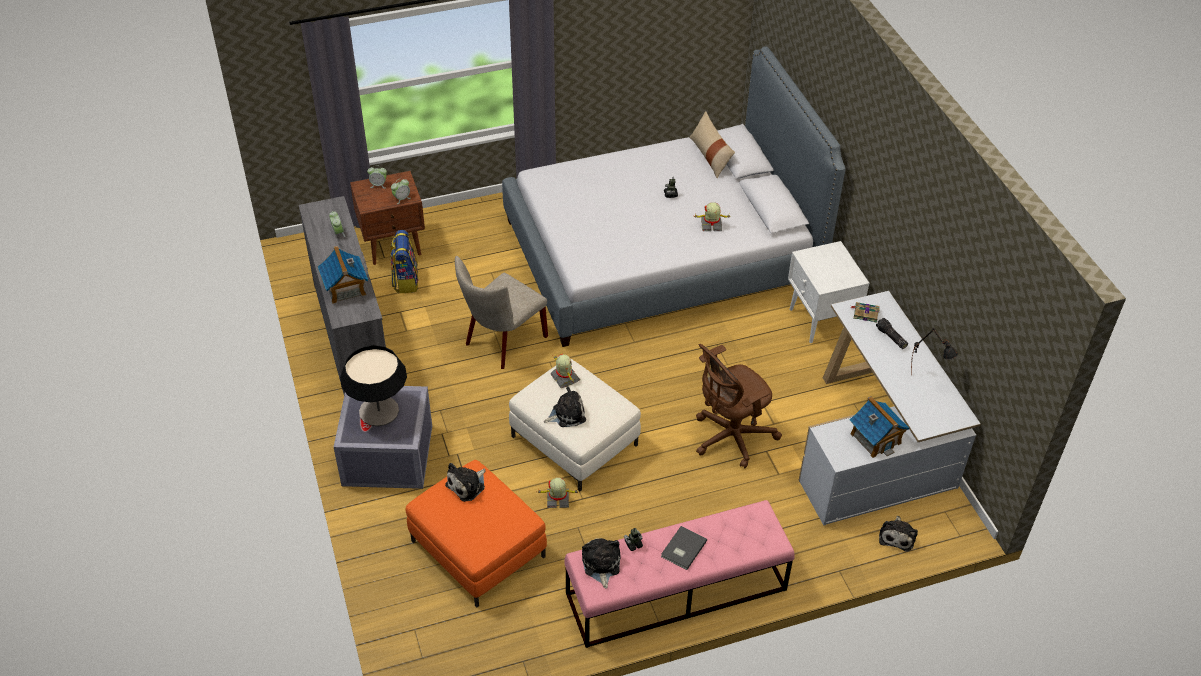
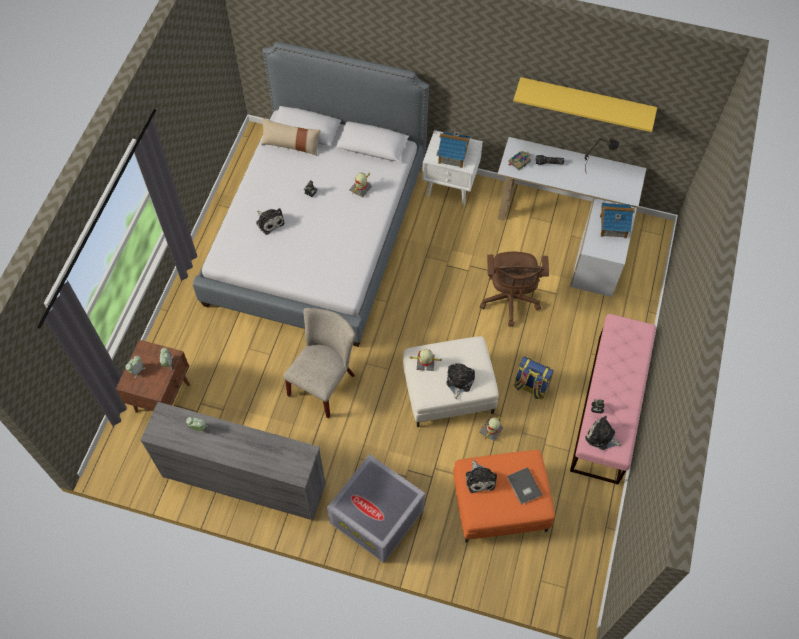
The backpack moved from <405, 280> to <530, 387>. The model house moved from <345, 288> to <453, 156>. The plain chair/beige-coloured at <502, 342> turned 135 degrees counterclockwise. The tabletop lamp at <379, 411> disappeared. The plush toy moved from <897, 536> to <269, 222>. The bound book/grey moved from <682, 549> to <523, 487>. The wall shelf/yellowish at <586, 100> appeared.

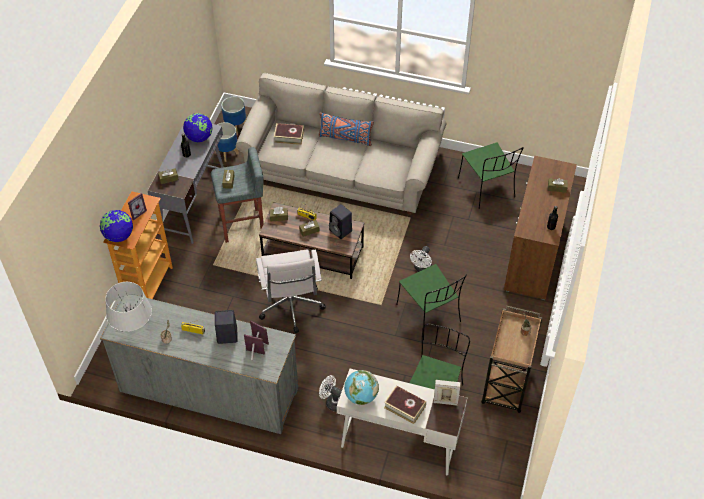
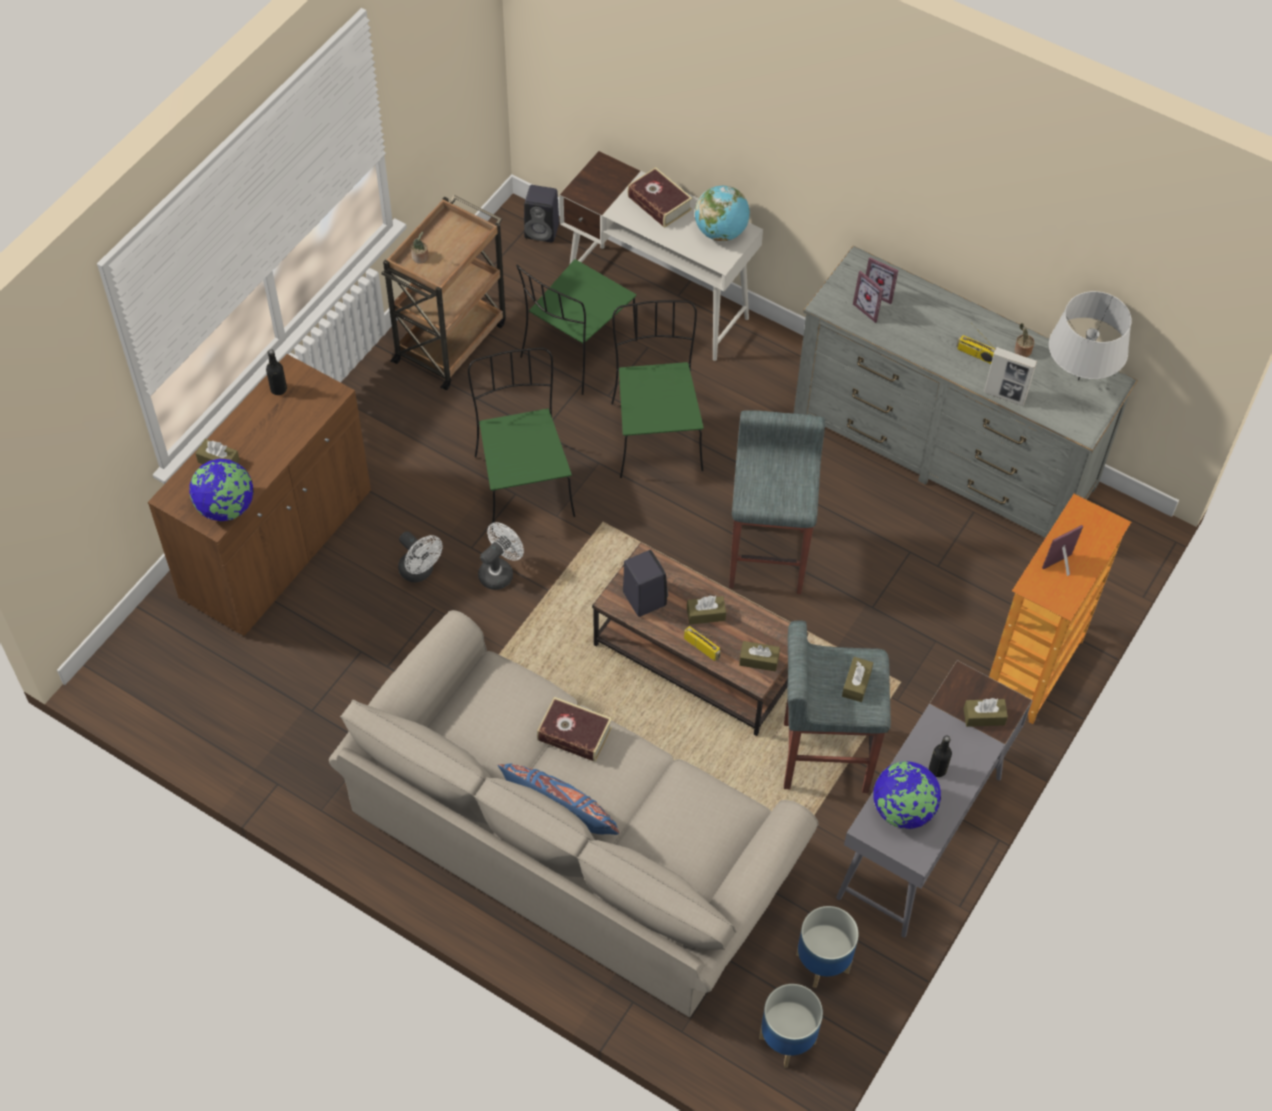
The bound book moved from <289, 136> to <574, 734>. The plain chair/green-coloured moved from <487, 188> to <655, 434>. The world globe moved from <119, 236> to <226, 508>. The computer chair/white-coloured at <291, 308> was replaced by the stool seat/grey at <768, 556>. The audio speaker/blackish moved from <226, 336> to <543, 231>. The electric fan/white-coloured moved from <332, 402> to <420, 572>. The photo frame moved from <445, 402> to <1004, 396>.

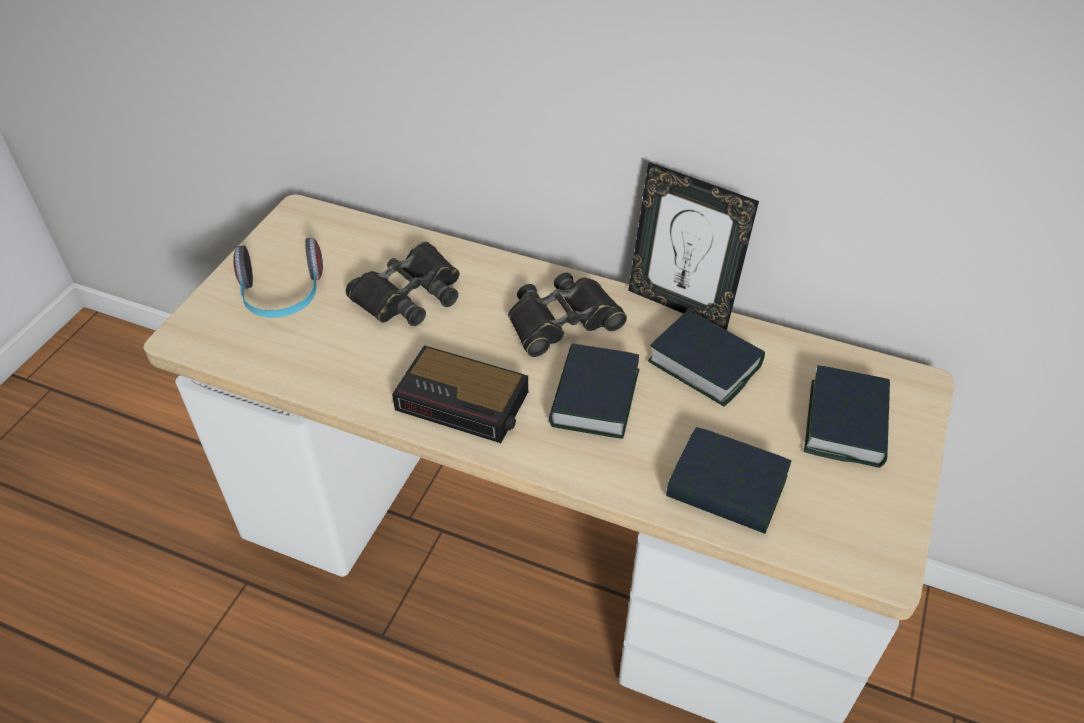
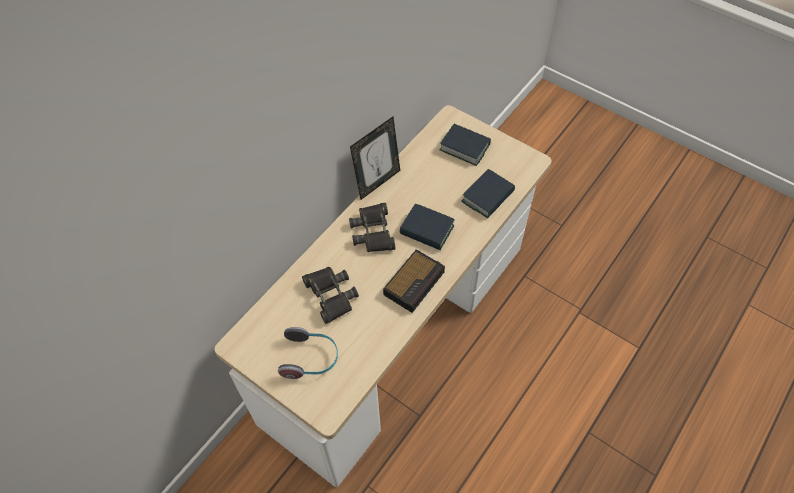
The bound book at <704, 364> disappeared.

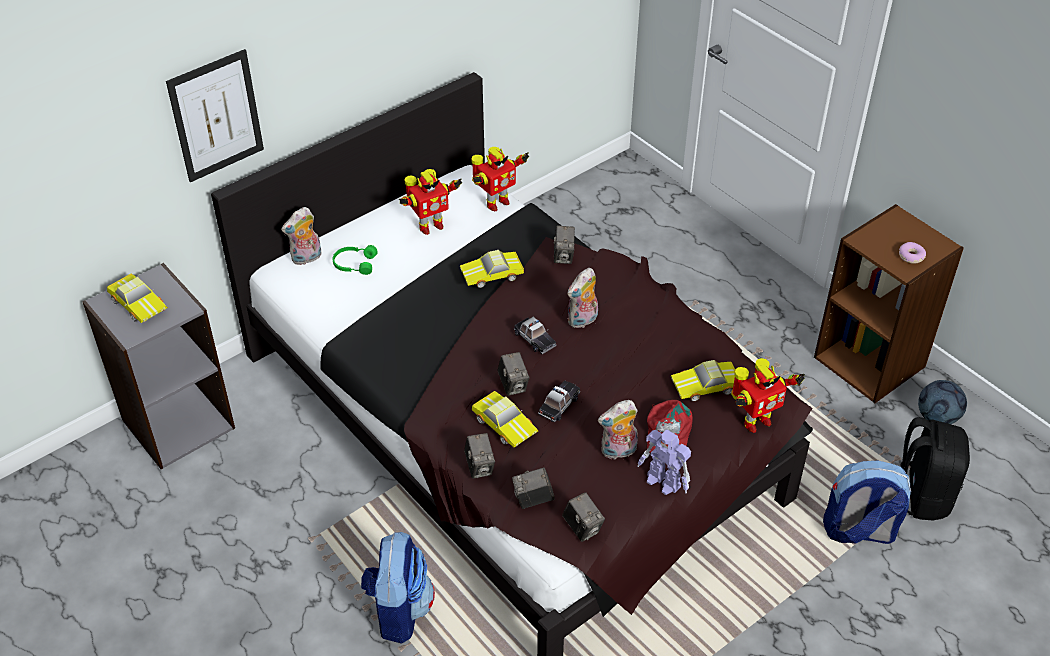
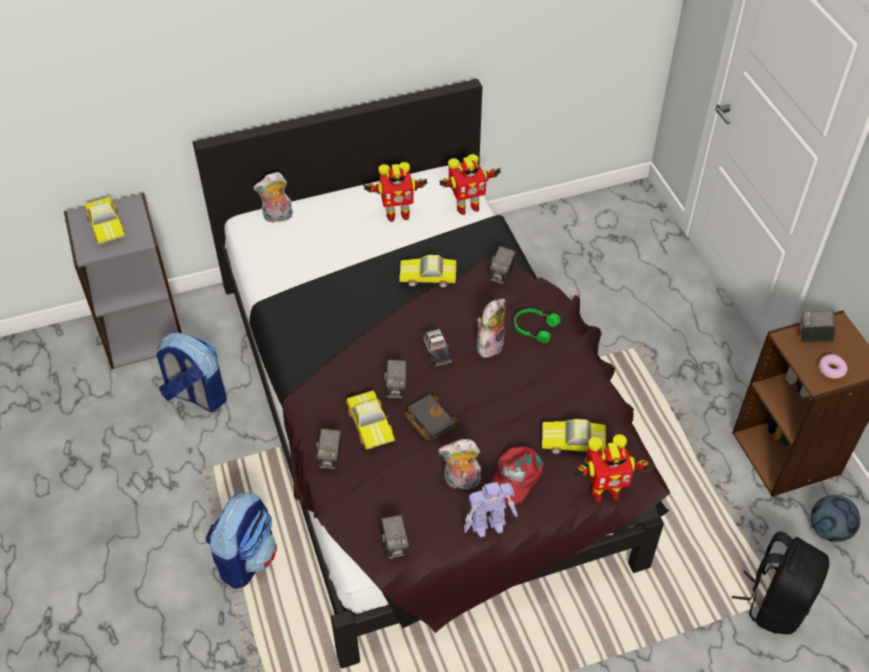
The wall picture at <216, 116> disappeared. The pair of headphones/green-coloured moved from <354, 264> to <534, 327>. The plush toy at <583, 321> turned 150 degrees clockwise. The toy car at <559, 404> was replaced by the bound book/blackish at <428, 420>. The toy robot at <664, 482> turned 75 degrees counterclockwise. The backpack moved from <858, 531> to <196, 395>. The photo camera moved from <533, 499> to <813, 337>.

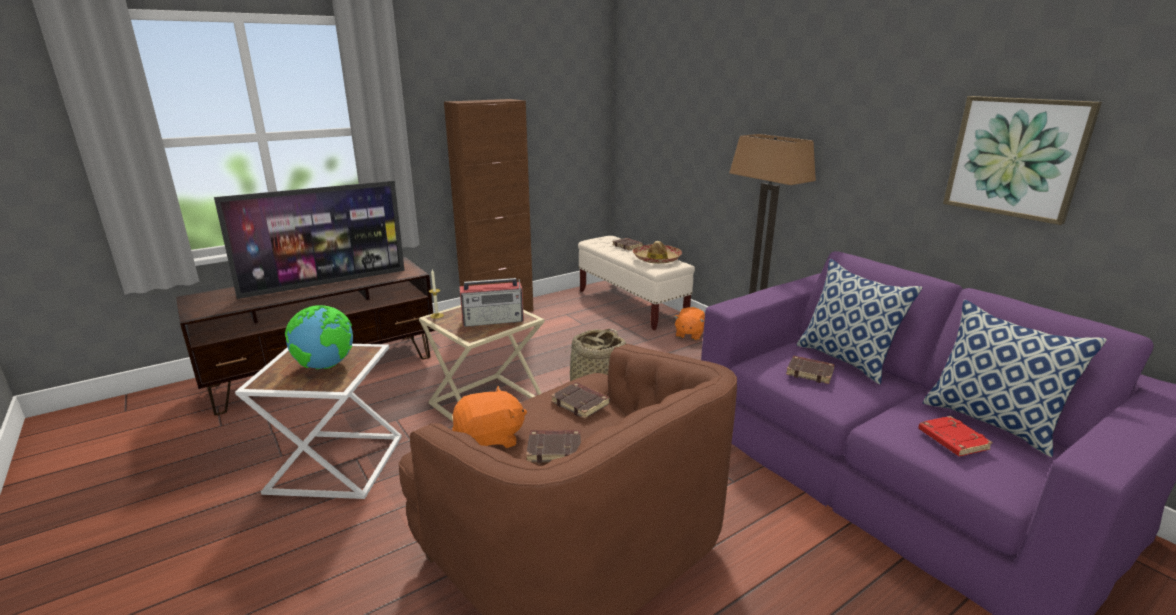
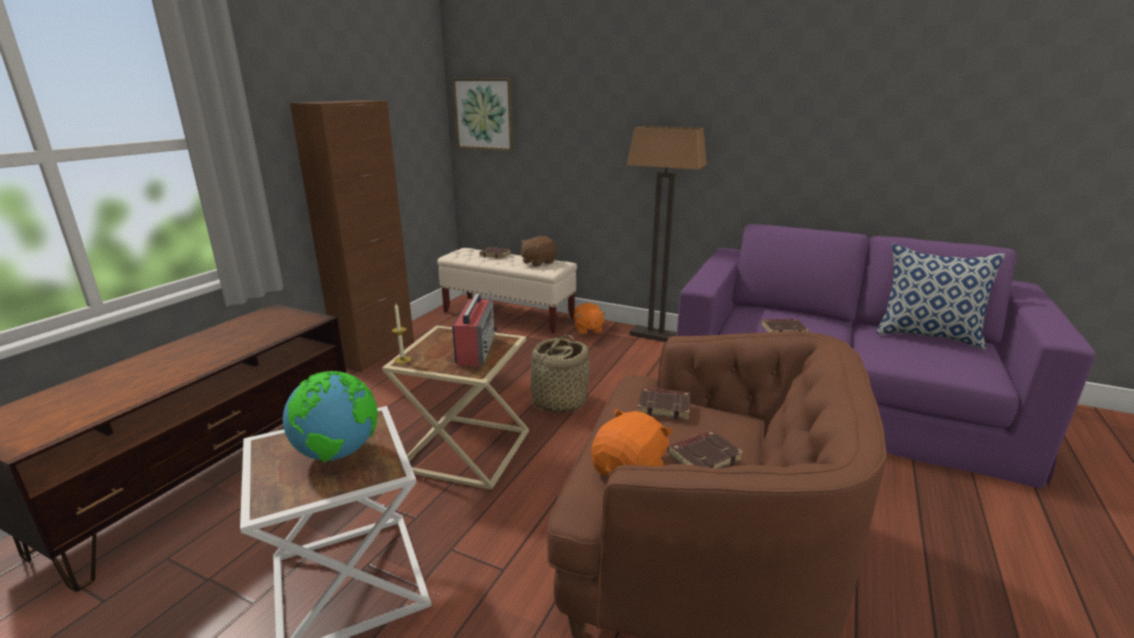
The wall picture moved from <1016, 157> to <484, 114>. The television at <326, 283> disappeared. The hat at <656, 259> was replaced by the plush toy/brown-coloured at <538, 262>. The cushion at <846, 360> disappeared. The radio set at <494, 320> turned 45 degrees counterclockwise. The bound book/red at <951, 440> disappeared.

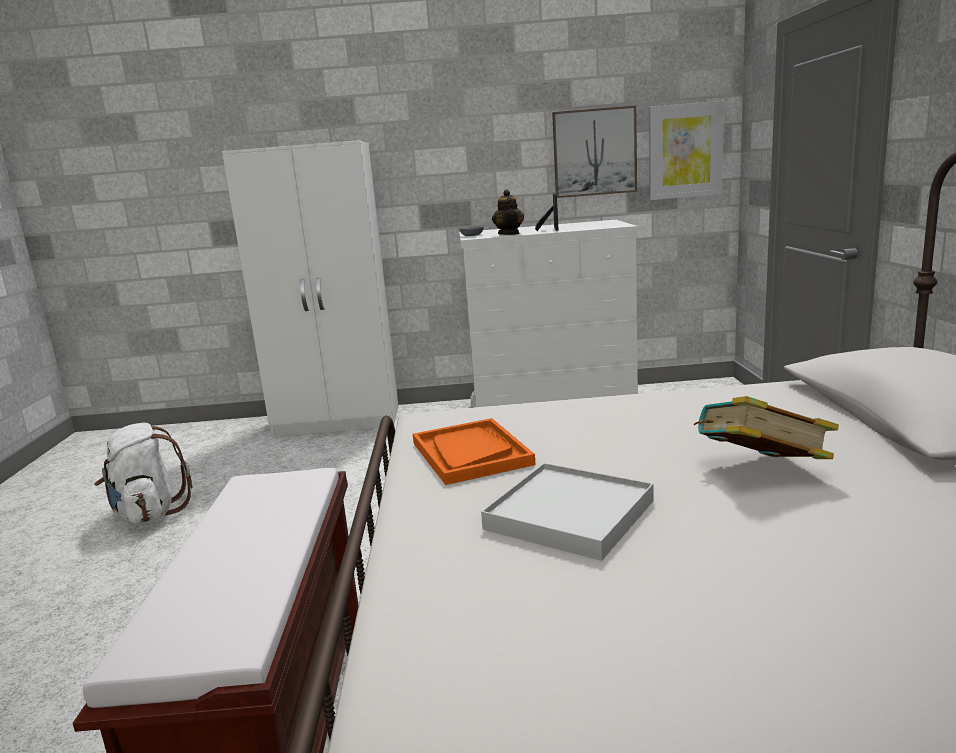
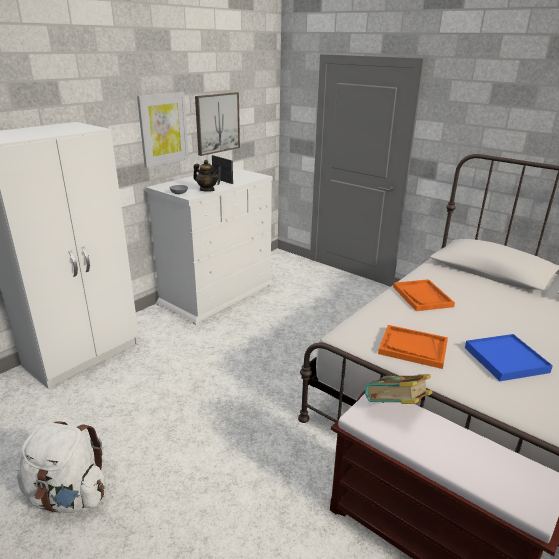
The wall picture moved from <685, 151> to <163, 129>. The bound book moved from <760, 471> to <396, 408>. The tray/white-coloured at <570, 515> became the tray/blue at <505, 359>. The tray/orangey at <422, 296> appeared.

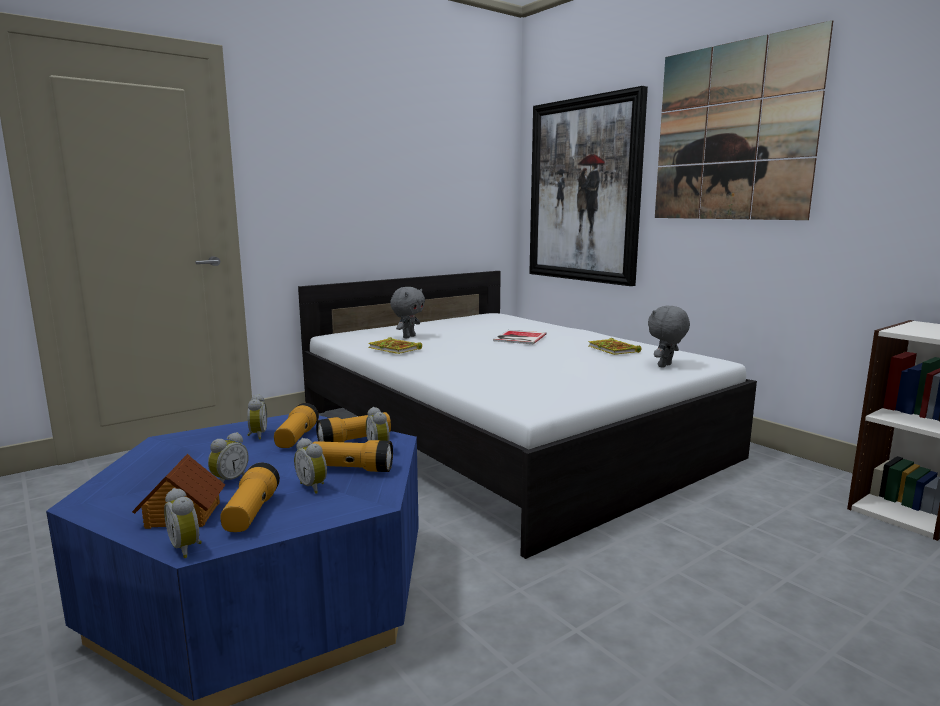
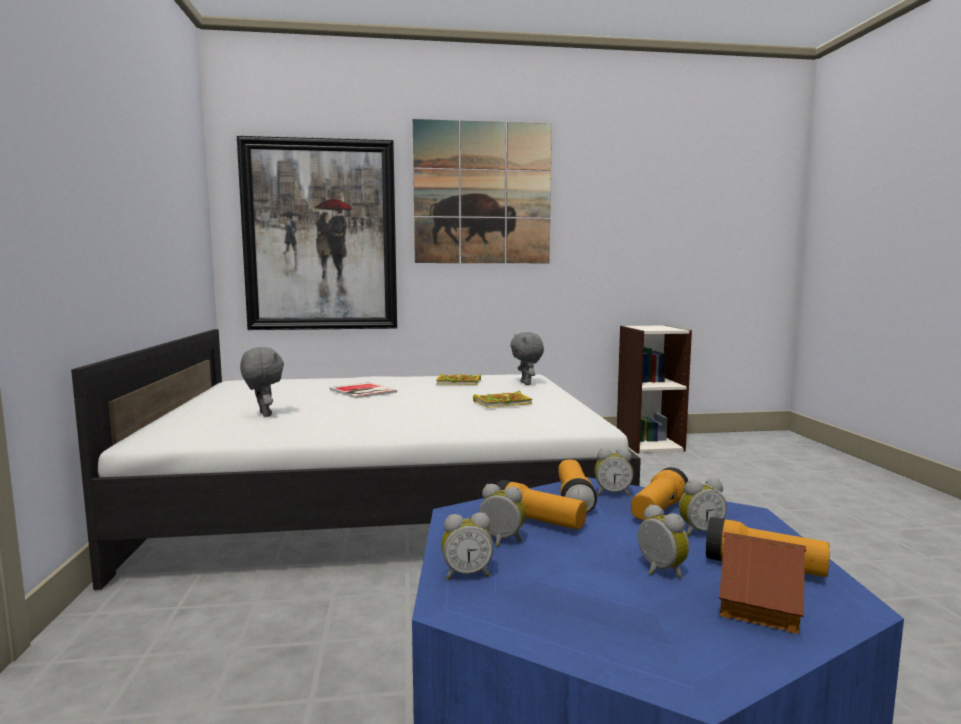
The bound book moved from <395, 349> to <503, 403>. The alarm clock moved from <187, 547> to <467, 574>.

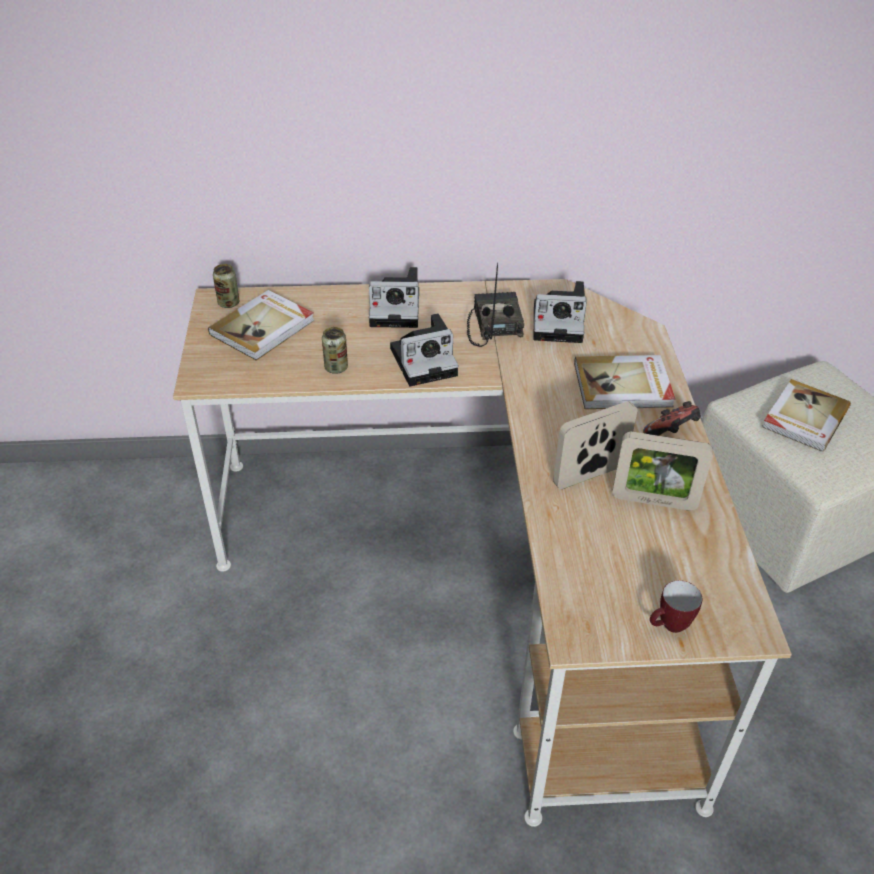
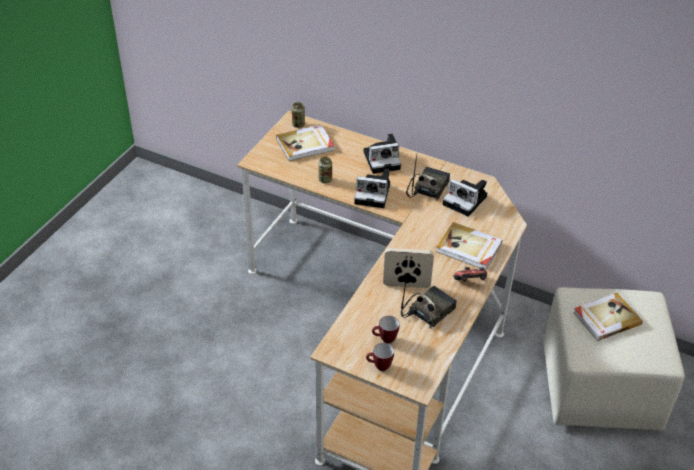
The photo camera at <397, 309> turned 45 degrees counterclockwise. The photo frame at <654, 501> was replaced by the radio set at <427, 310>. The coffee mug at <385, 340> appeared.

